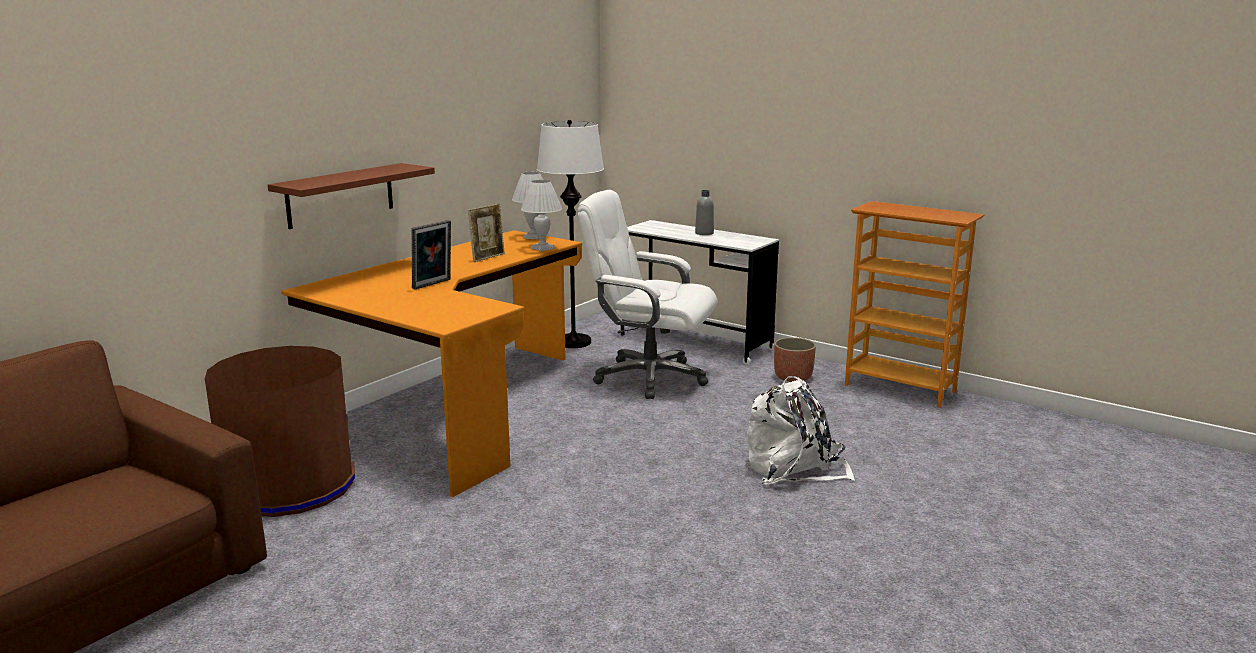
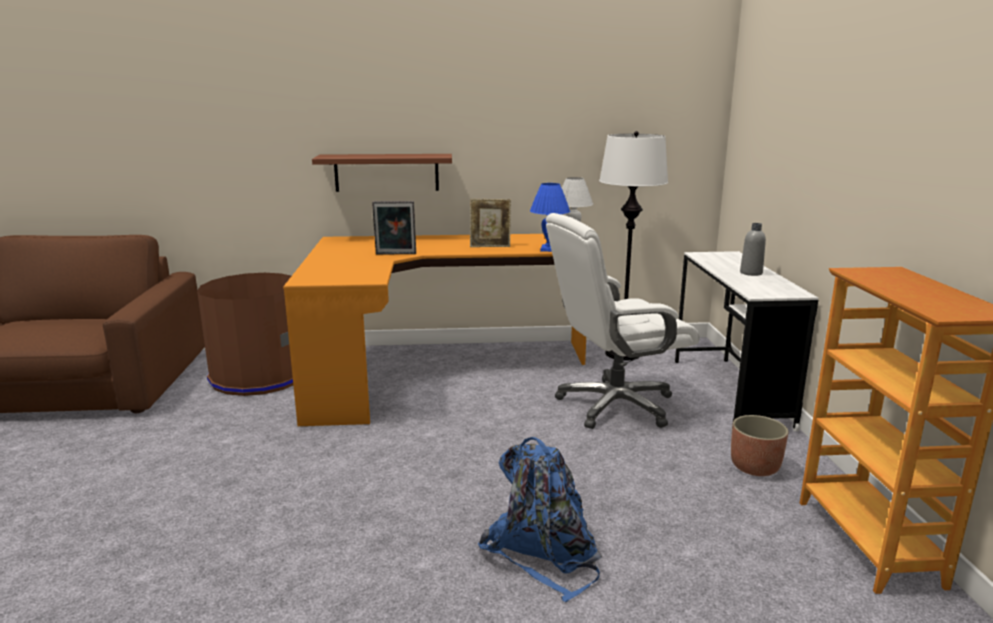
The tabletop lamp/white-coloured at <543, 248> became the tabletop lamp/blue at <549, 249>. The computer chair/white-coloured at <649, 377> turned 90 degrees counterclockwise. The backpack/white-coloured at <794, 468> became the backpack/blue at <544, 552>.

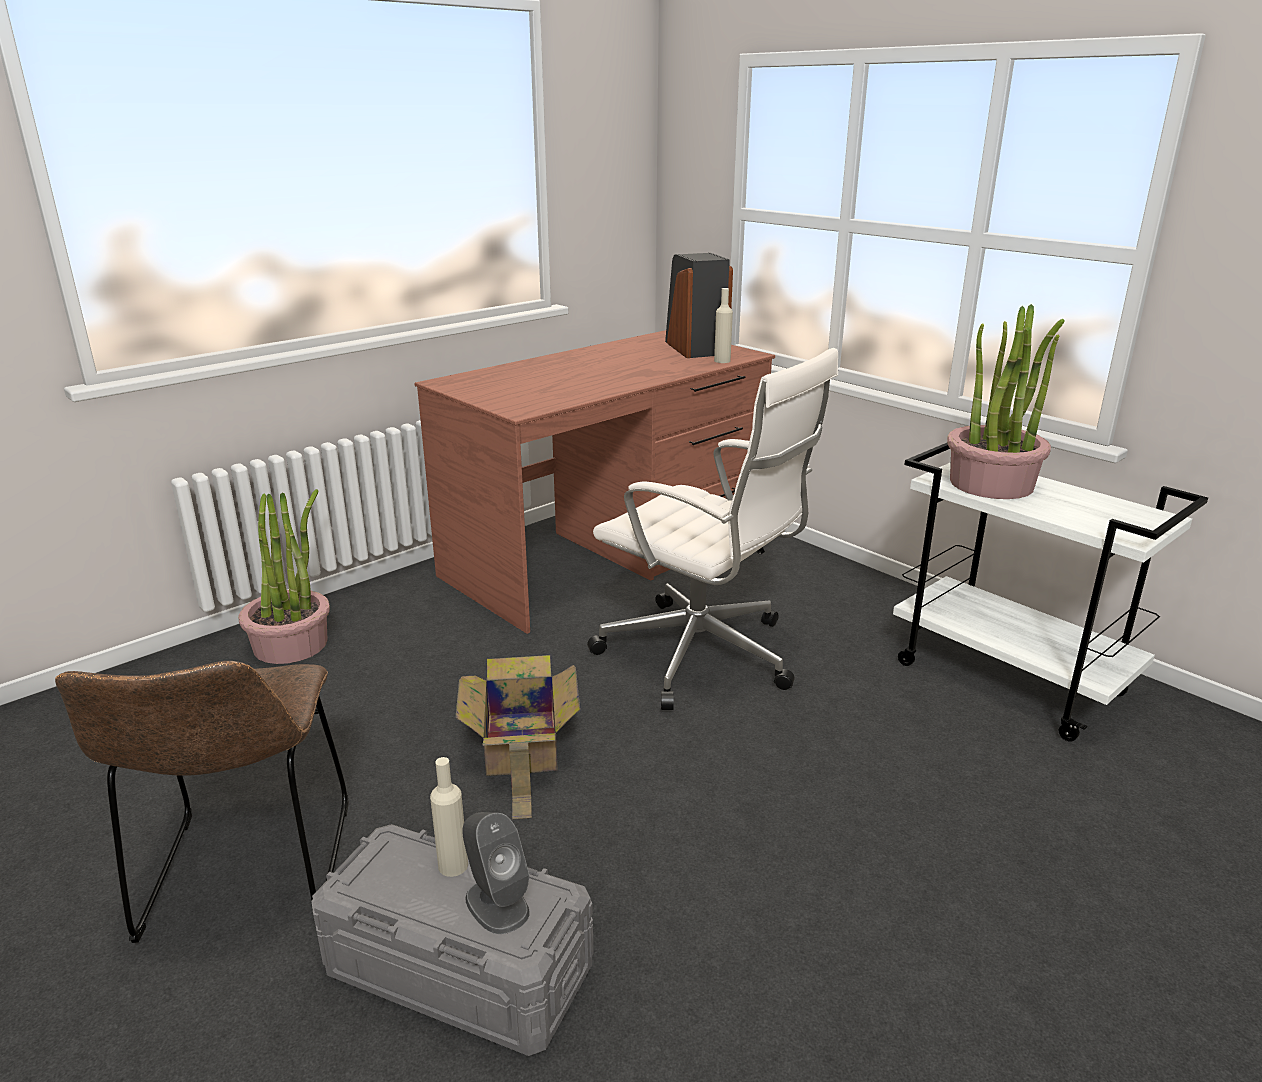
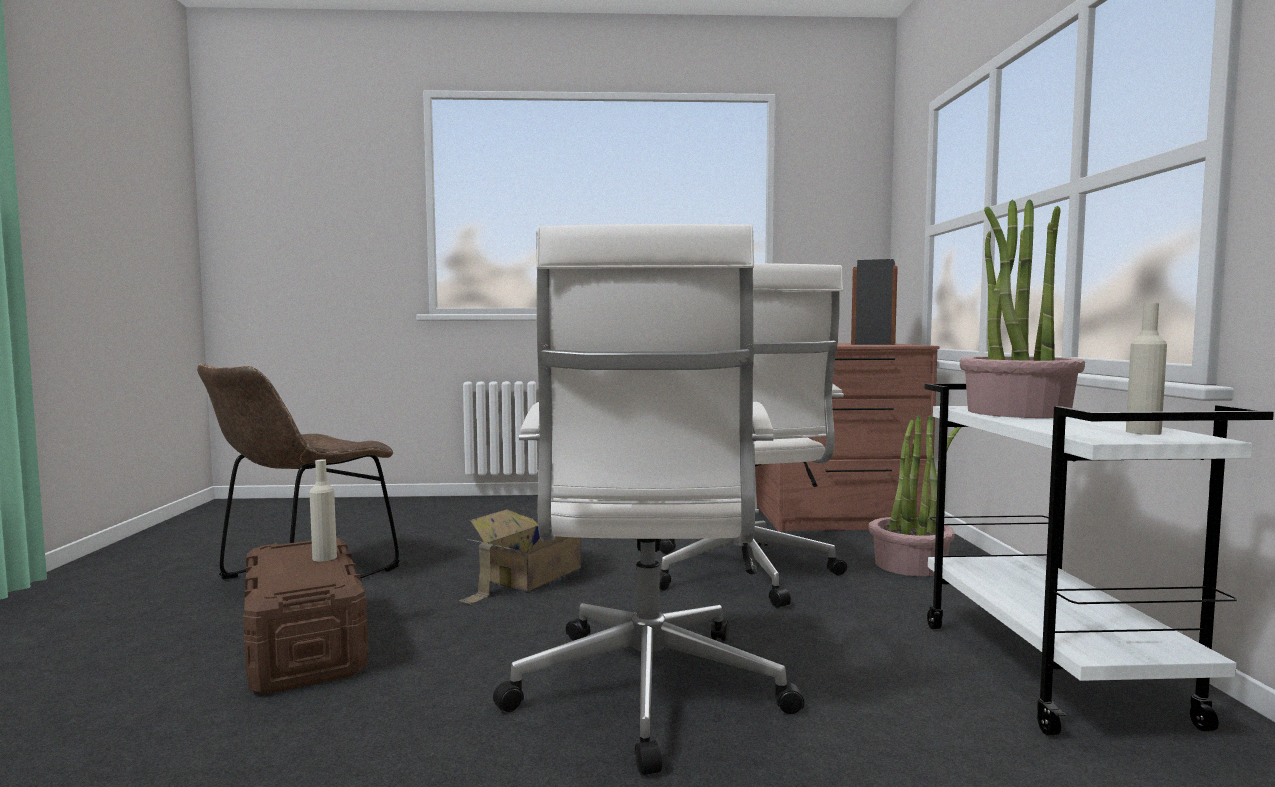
The beverage bottle/beige-coloured moved from <722, 361> to <1143, 432>. The plant in a pot moved from <291, 644> to <910, 565>. The audio speaker/grey at <496, 904> disappeared. The storage bin/grey at <459, 969> became the storage bin/brown-coloured at <304, 645>. The computer chair/white-coloured at <646, 693> appeared.

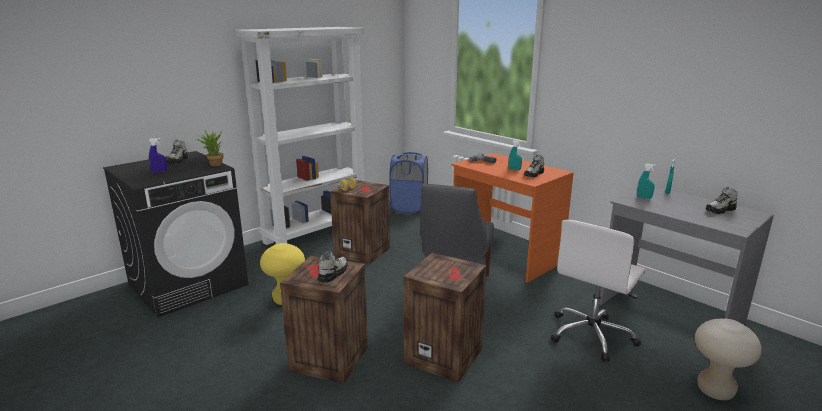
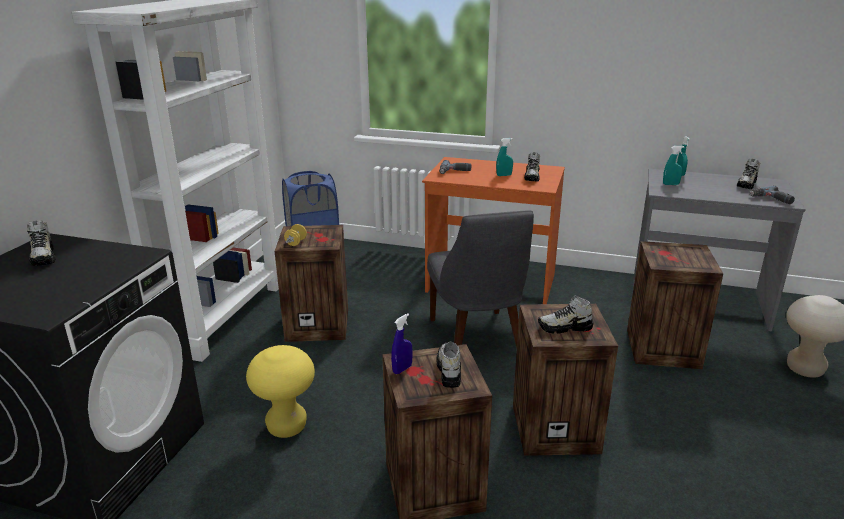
The plant in a pot at <213, 165> disappeared. The spray bottle/blue moved from <159, 172> to <402, 369>. The computer chair/white-coloured at <592, 335> was replaced by the shipping crate at <661, 349>. The drill at <771, 199> appeared. The item of footwear at <565, 328> appeared.

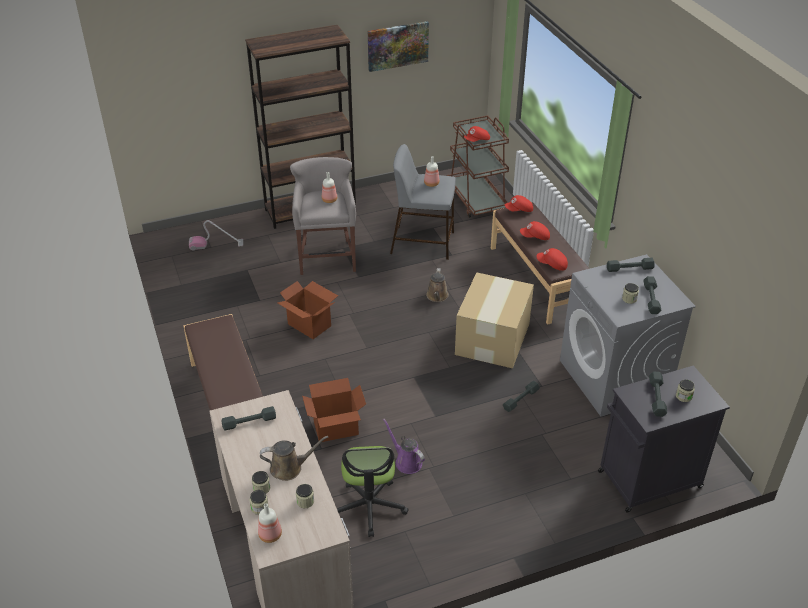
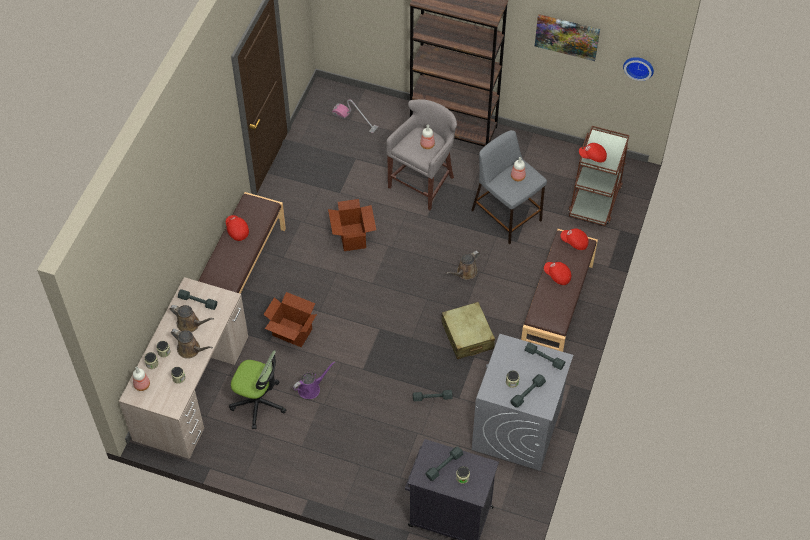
The cap/red moved from <552, 265> to <236, 230>. The cardboard box at <493, 338> was replaced by the piece of luggage/beige-coloured at <467, 336>. The watering pot/purplish at <406, 461> turned 60 degrees clockwise. The computer chair at <369, 507> turned 105 degrees counterclockwise. The clock on the wall at <639, 66> appeared. The watering pot/brown-coloured at <190, 324> appeared.

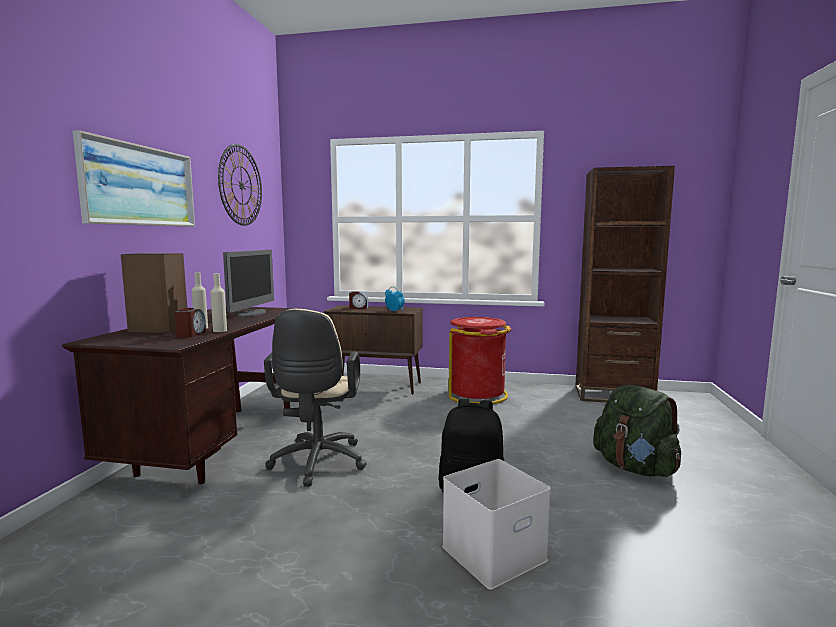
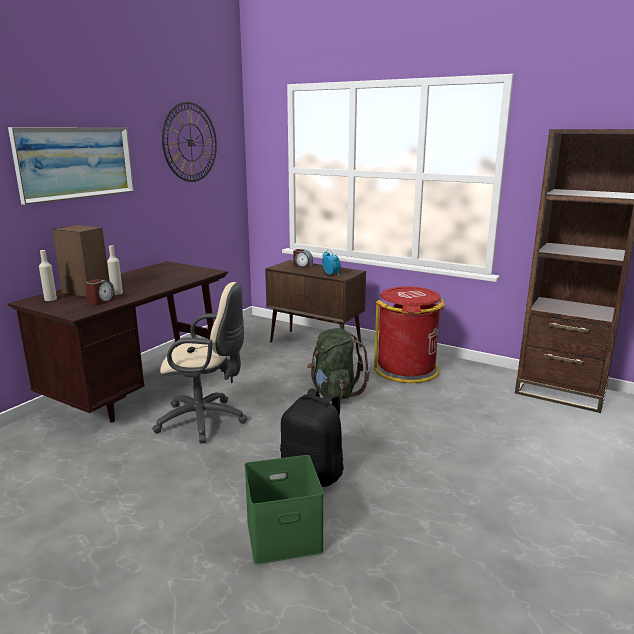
The computer display at <252, 314> disappeared. The beverage bottle/beige-coloured moved from <220, 331> to <50, 299>. The computer chair/beige-coloured at <317, 464> turned 105 degrees counterclockwise. The backpack/green-coloured moved from <635, 468> to <334, 392>. The storage bin/white-coloured at <493, 555> became the storage bin/green-coloured at <282, 536>.

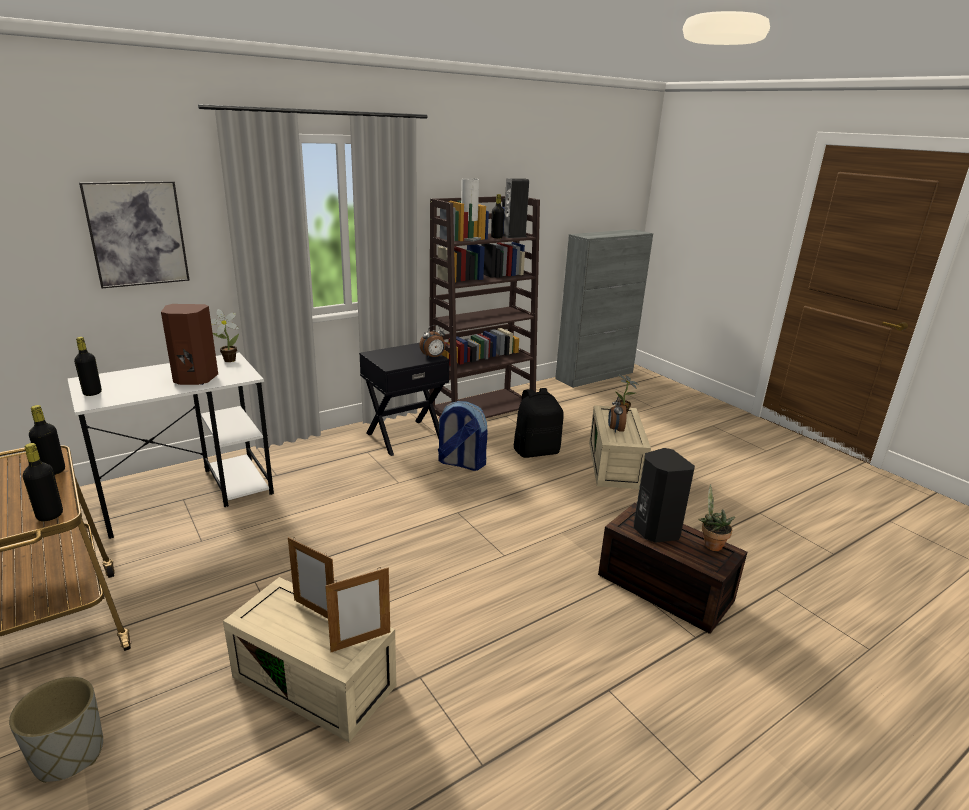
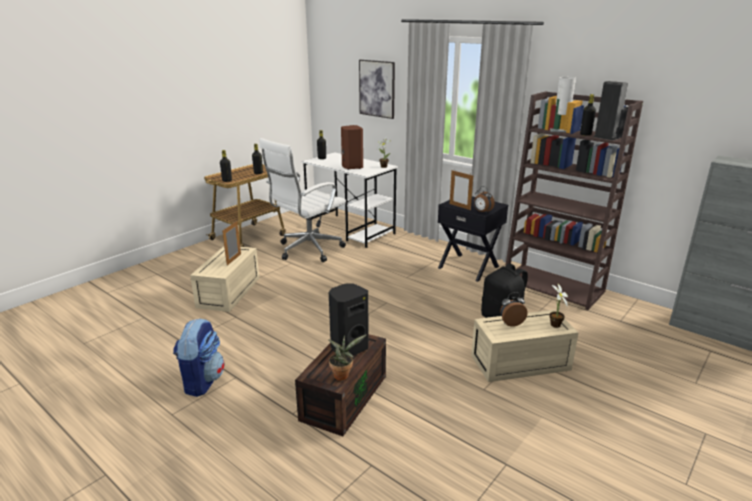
The backpack moved from <460, 463> to <202, 381>. The photo frame moved from <361, 641> to <460, 206>. The plant pot/grey at <68, 756> disappeared. The computer chair/white-coloured at <307, 250> appeared.

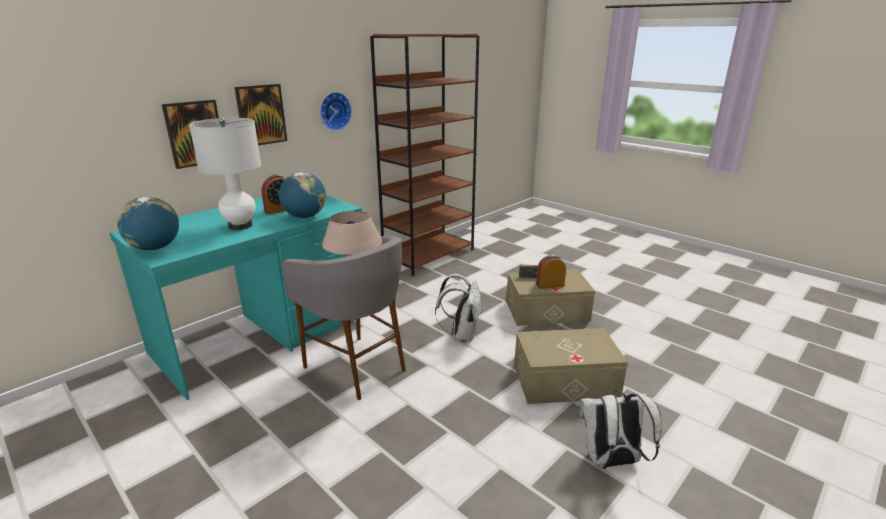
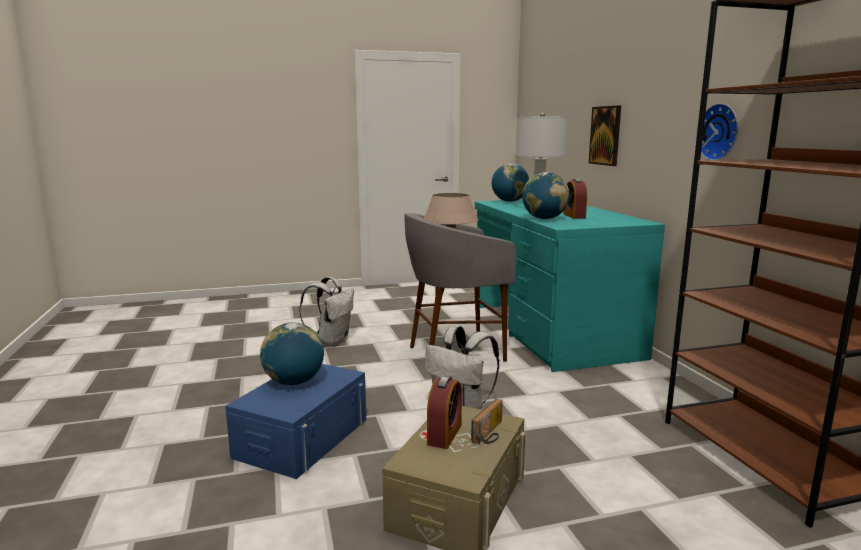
The wall picture at <261, 115> disappeared. The storage bin/beige-coloured at <565, 381> became the storage bin/blue at <302, 438>. The backpack/white-coloured moved from <611, 461> to <332, 341>. The world globe at <294, 382> appeared.

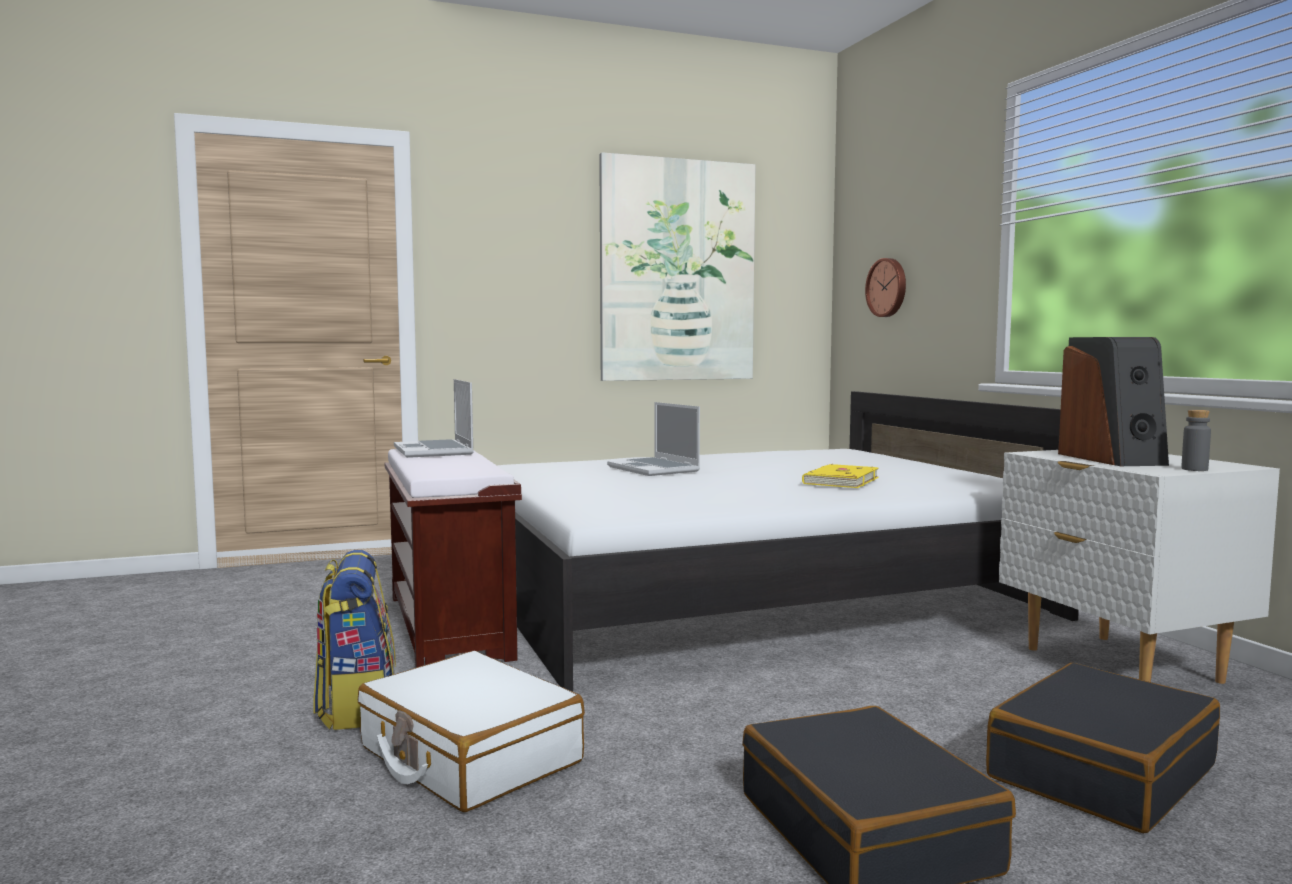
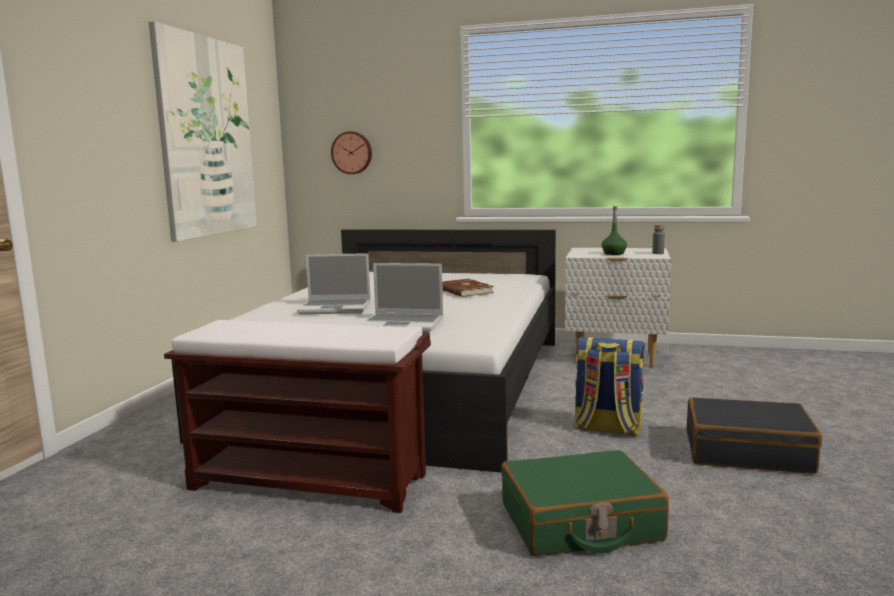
The audio speaker at <1112, 459> was replaced by the beverage bottle/green-coloured at <613, 253>. The portable computer moved from <435, 451> to <403, 325>. The bound book/yellowish at <839, 481> became the bound book/brown-coloured at <464, 291>. The backpack moved from <357, 708> to <607, 428>. The piece of luggage/white-coloured at <469, 756> became the piece of luggage/green-coloured at <580, 523>. The piece of luggage/blackish at <1100, 771> disappeared.

